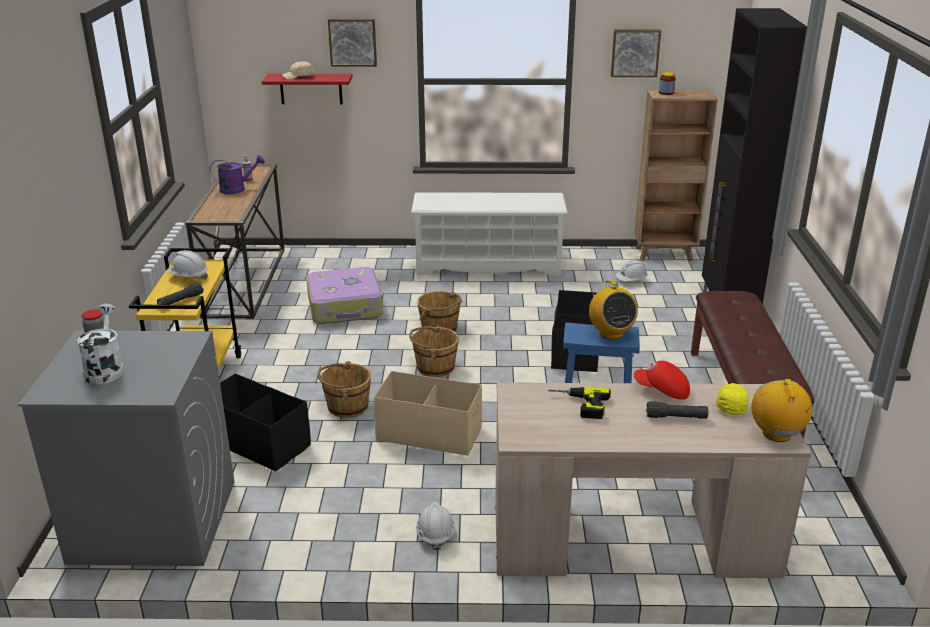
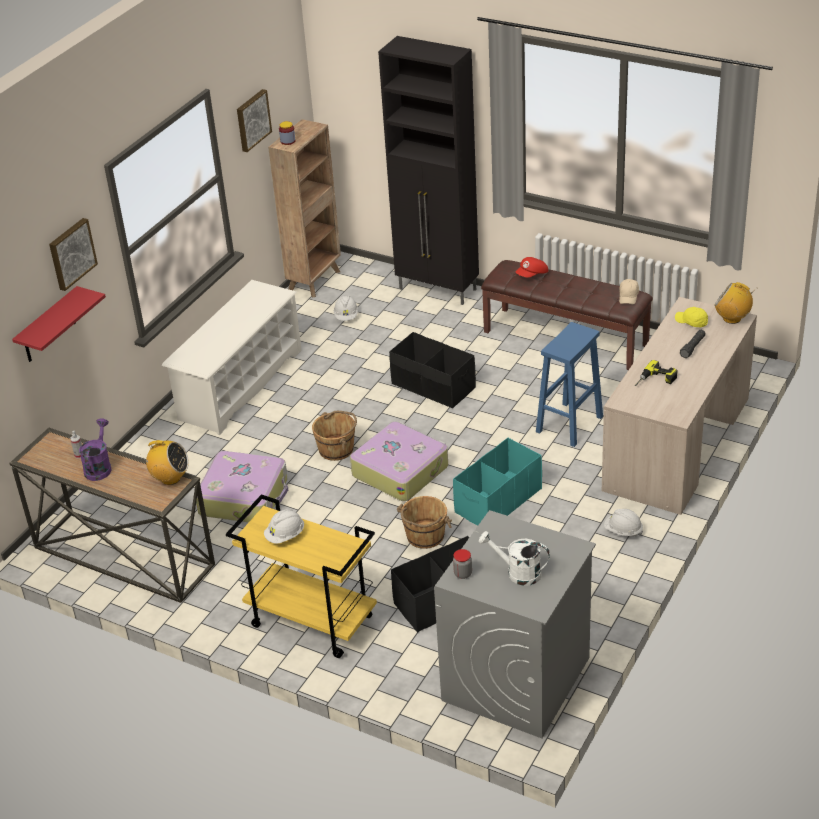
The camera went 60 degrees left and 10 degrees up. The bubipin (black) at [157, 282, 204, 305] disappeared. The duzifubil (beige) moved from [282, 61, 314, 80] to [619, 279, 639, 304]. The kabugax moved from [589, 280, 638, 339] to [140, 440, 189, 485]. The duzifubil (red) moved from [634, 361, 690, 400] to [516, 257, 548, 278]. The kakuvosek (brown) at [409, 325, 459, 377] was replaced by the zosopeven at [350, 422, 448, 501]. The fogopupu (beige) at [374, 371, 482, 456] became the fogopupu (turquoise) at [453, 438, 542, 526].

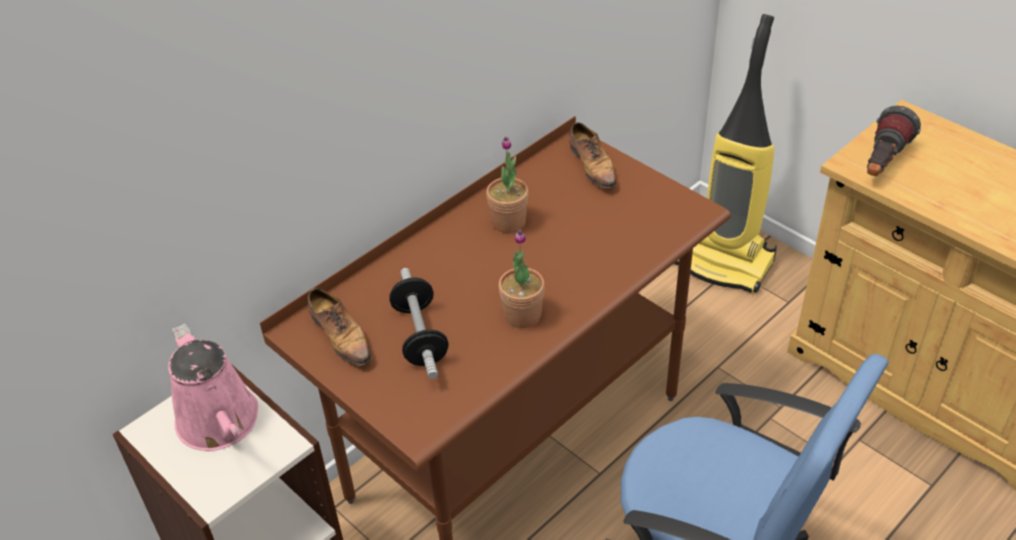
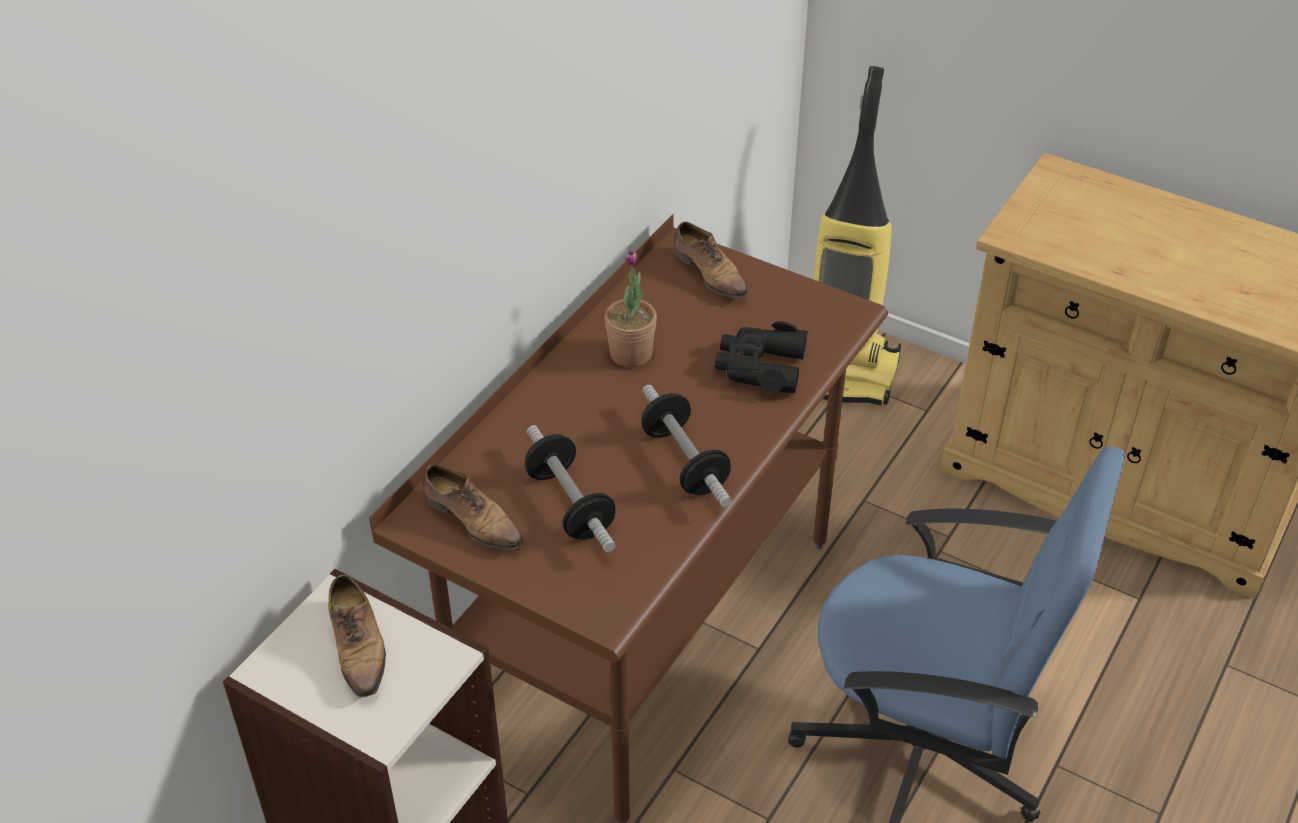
The camera went 15 degrees left and 0 degrees up. The bubipin at [867, 105, 921, 176] disappeared. The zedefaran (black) at [714, 321, 808, 394] appeared. The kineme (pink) at [168, 323, 258, 451] was replaced by the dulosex at [328, 575, 386, 698]. The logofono at [498, 229, 545, 328] was replaced by the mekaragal at [641, 385, 732, 507].

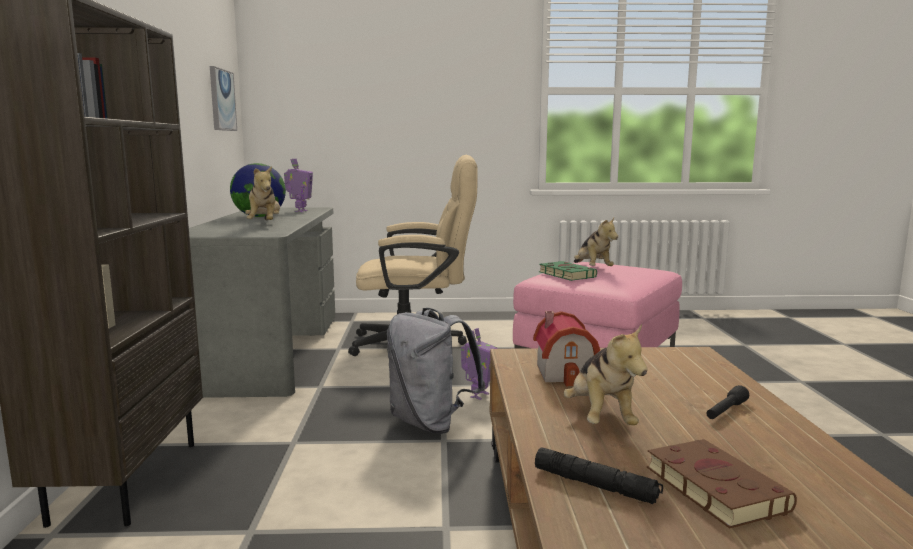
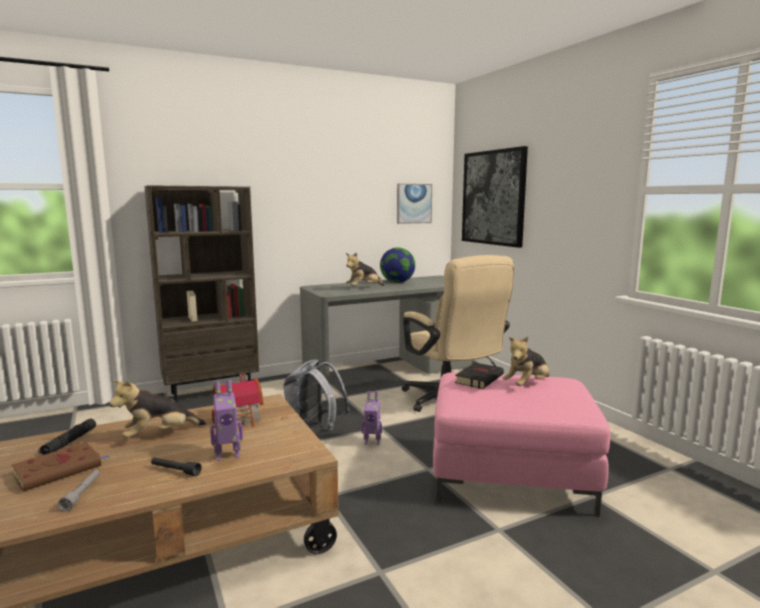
The camera went 65 degrees right and 0 degrees up. The bubipin (grey) at [58, 470, 100, 511] appeared. The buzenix at [462, 146, 528, 248] appeared. The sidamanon moved from [284, 159, 313, 212] to [210, 380, 243, 461]. The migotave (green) at [539, 261, 597, 281] became the migotave (black) at [455, 363, 504, 389].

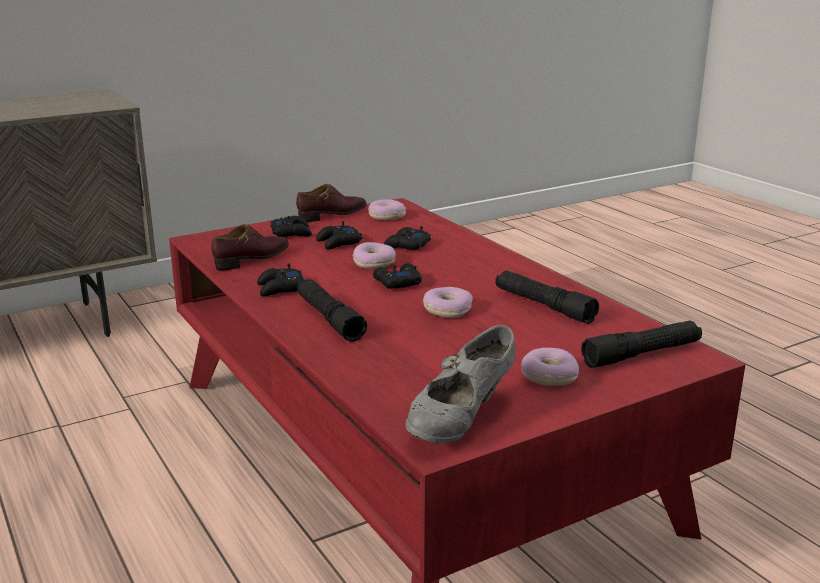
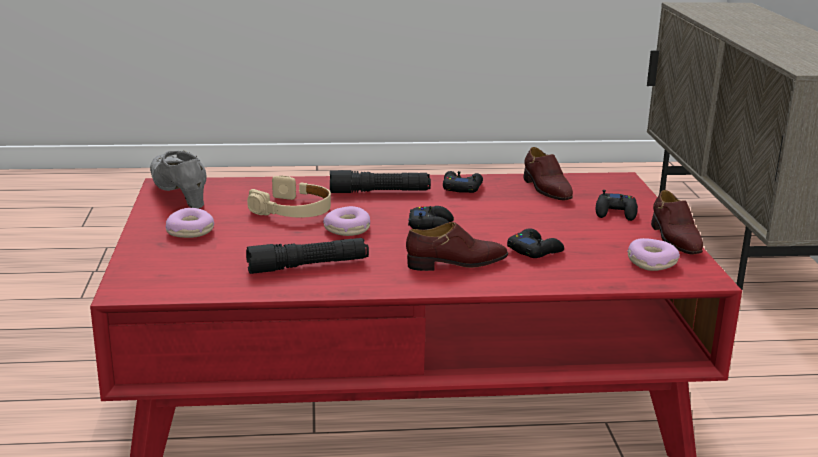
The camera went 115 degrees right and 0 degrees up. The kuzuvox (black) at [316, 221, 362, 249] disappeared. The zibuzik at [352, 242, 396, 269] disappeared. The bubipin (black) at [581, 320, 702, 368] disappeared. The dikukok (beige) at [247, 176, 331, 218] appeared. The dulosex (brown) at [406, 222, 508, 271] appeared.

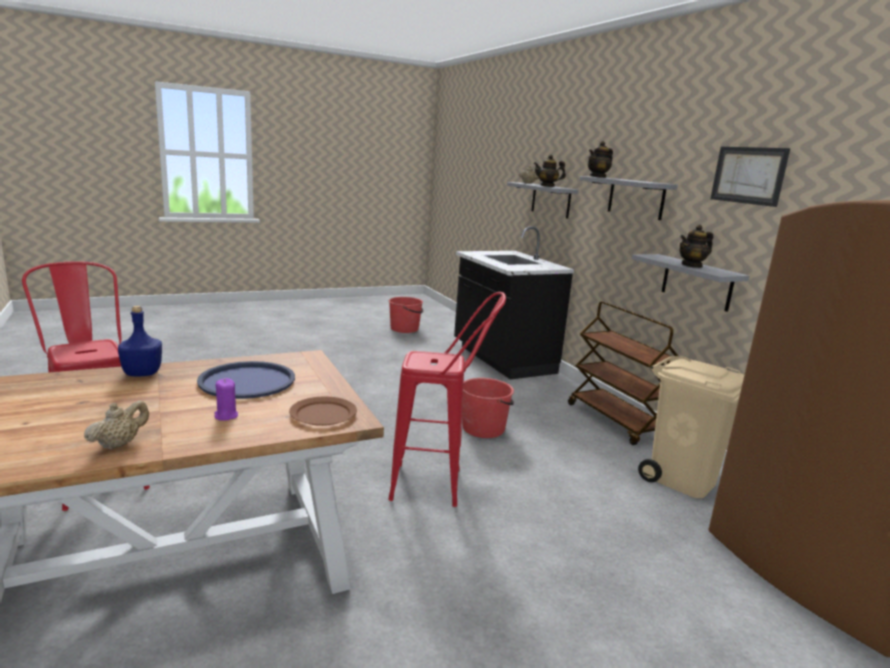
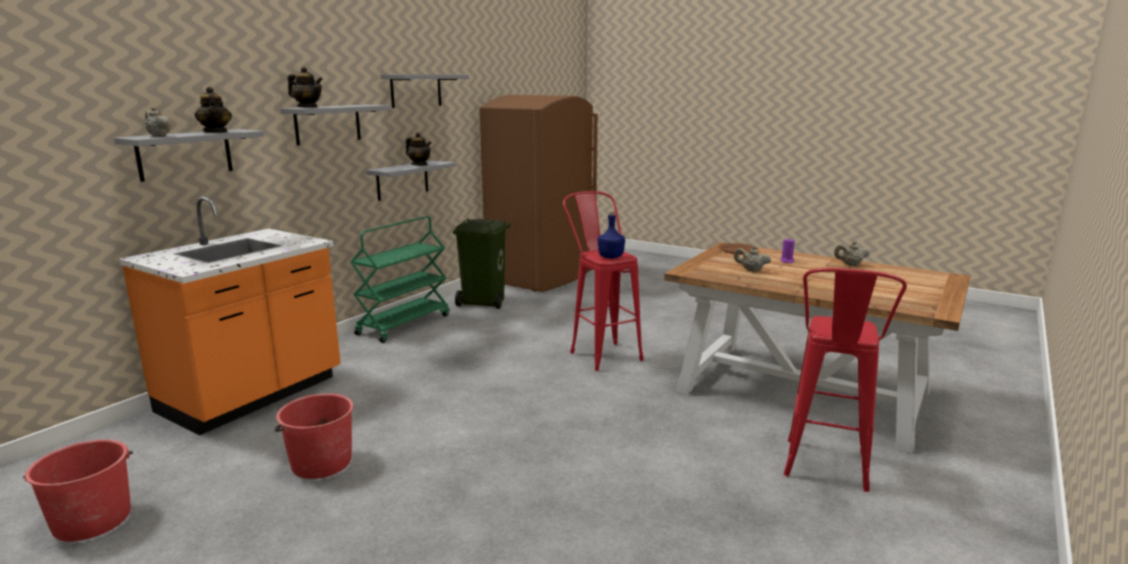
The camera went 120 degrees left and 0 degrees up. The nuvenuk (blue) moved from [118, 306, 162, 376] to [598, 211, 625, 259]. The kakuvosek (red) moved from [462, 378, 514, 438] to [275, 393, 354, 479]. The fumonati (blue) at [197, 361, 295, 399] was replaced by the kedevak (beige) at [734, 246, 771, 272]. The buzenix at [710, 147, 790, 207] was replaced by the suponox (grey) at [381, 74, 469, 108]. The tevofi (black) at [454, 226, 574, 380] became the tevofi (orange) at [119, 196, 341, 435]. The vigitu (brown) at [568, 301, 678, 445] became the vigitu (green) at [350, 216, 449, 343]. The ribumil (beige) at [638, 356, 744, 498] became the ribumil (green) at [453, 219, 510, 309].

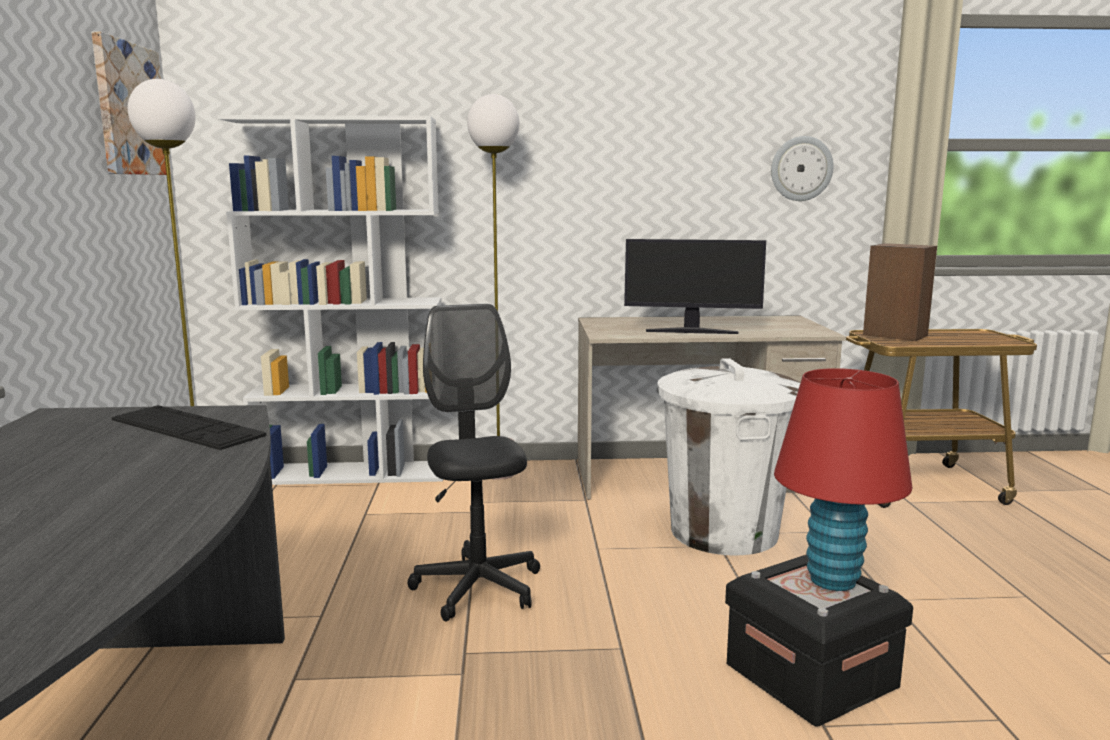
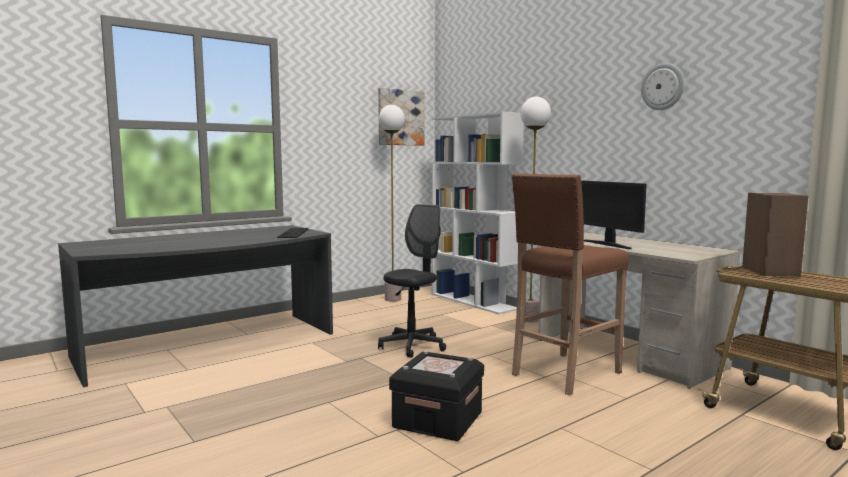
The camera went 55 degrees right and 5 degrees down. The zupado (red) at [774, 368, 912, 591] disappeared. The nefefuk moved from [771, 136, 833, 201] to [641, 63, 685, 110]. The ribumil (white) at [657, 358, 801, 555] was replaced by the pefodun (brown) at [512, 173, 629, 396].

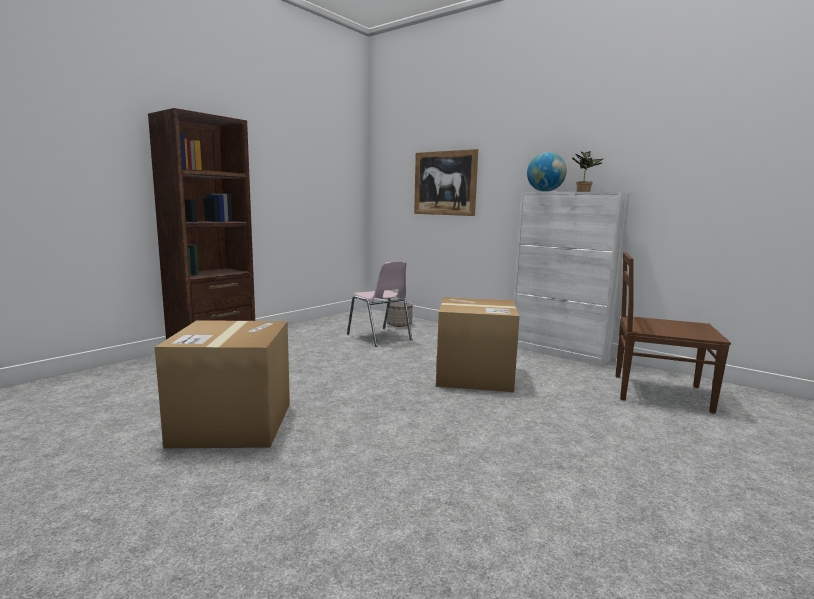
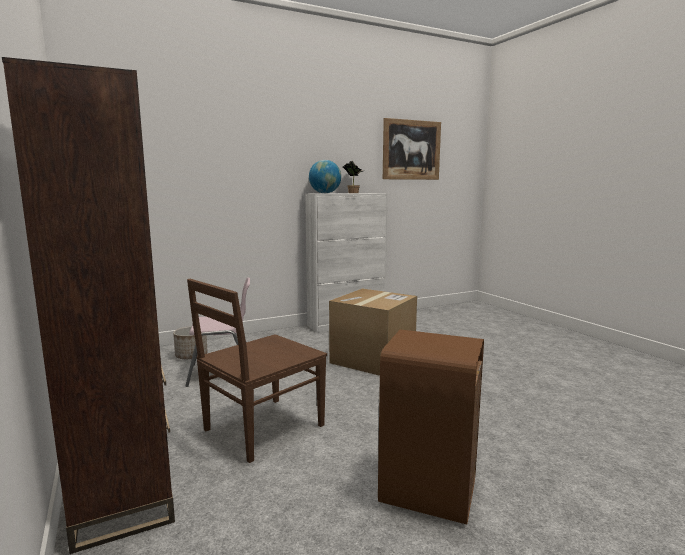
The camera went 65 degrees left and 0 degrees up. The buzenix moved from [414, 149, 478, 216] to [383, 118, 441, 180]. The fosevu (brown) moved from [616, 252, 731, 414] to [187, 279, 327, 463]. The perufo at [155, 320, 290, 448] was replaced by the ribumil (brown) at [378, 329, 484, 524].

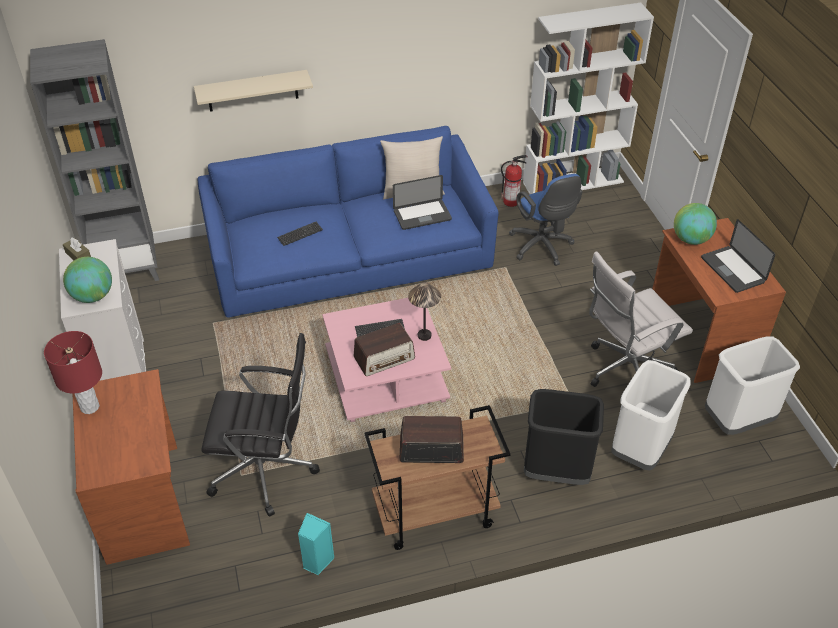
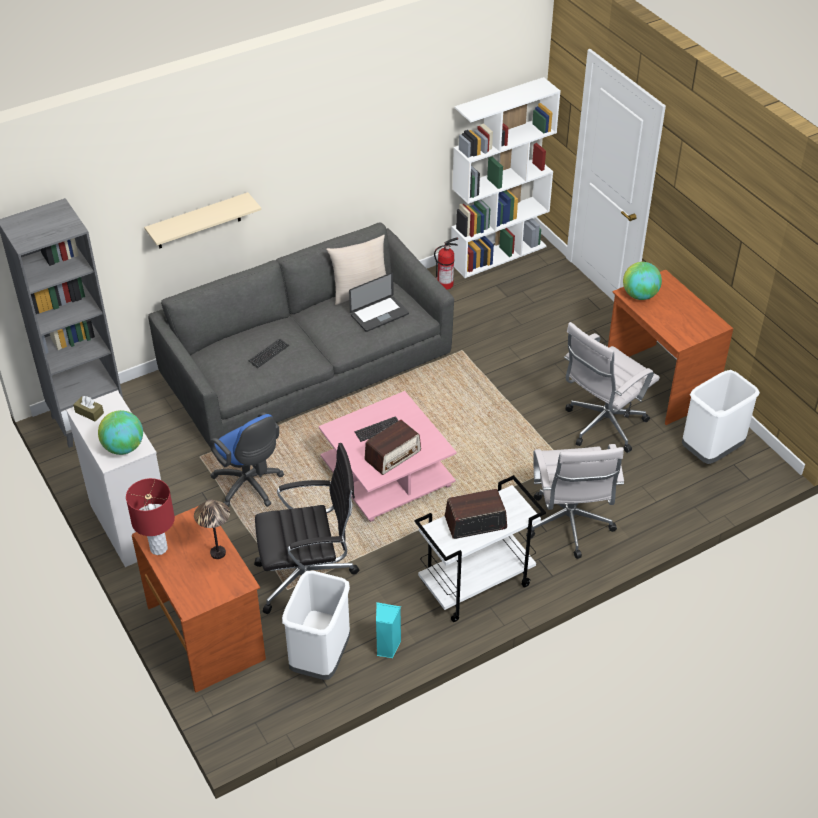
The camera went 15 degrees left and 0 degrees up. The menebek at [701, 219, 775, 293] disappeared. The zupado moved from [408, 282, 441, 341] to [194, 499, 230, 559]. The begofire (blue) moved from [509, 174, 582, 266] to [210, 412, 284, 507]. The ribumil (white) moved from [612, 360, 691, 470] to [282, 571, 350, 680]. The ribumil (black) at [524, 389, 604, 485] was replaced by the begofire (white) at [526, 444, 624, 559]. The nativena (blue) at [198, 126, 499, 318] became the nativena (grey) at [148, 222, 454, 446]. The vigitu (brown) at [364, 405, 511, 550] became the vigitu (white) at [415, 475, 546, 622].

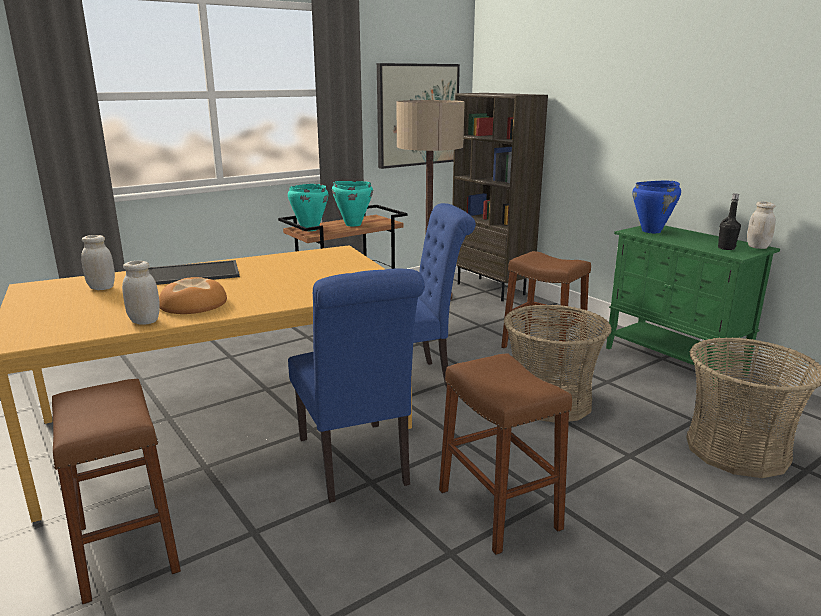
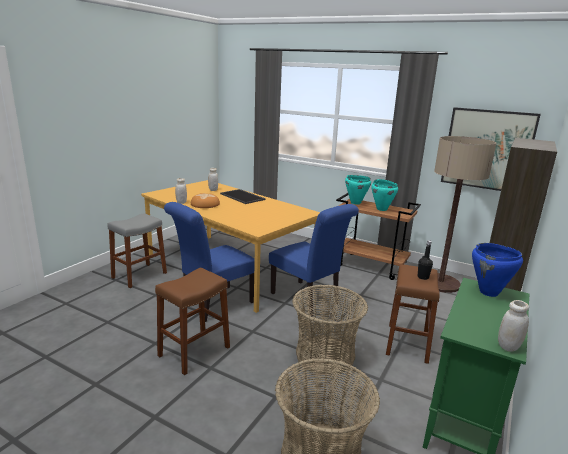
The camera went 65 degrees right and 0 degrees up. The nuvenuk (black) moved from [718, 194, 741, 250] to [418, 240, 433, 280]. The pefodun (brown) at [52, 379, 181, 604] became the pefodun (grey) at [108, 213, 167, 288].

